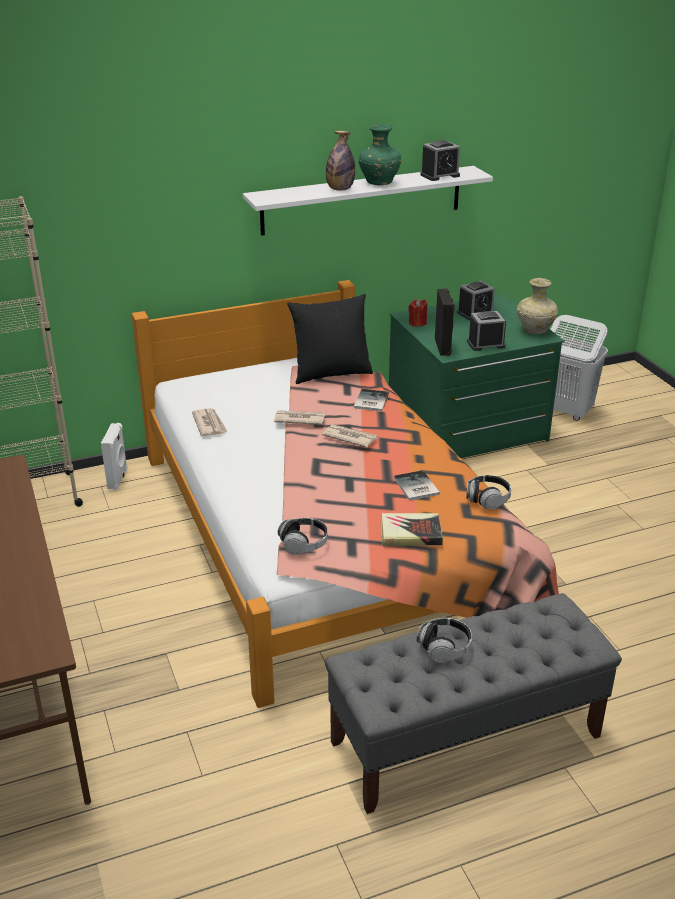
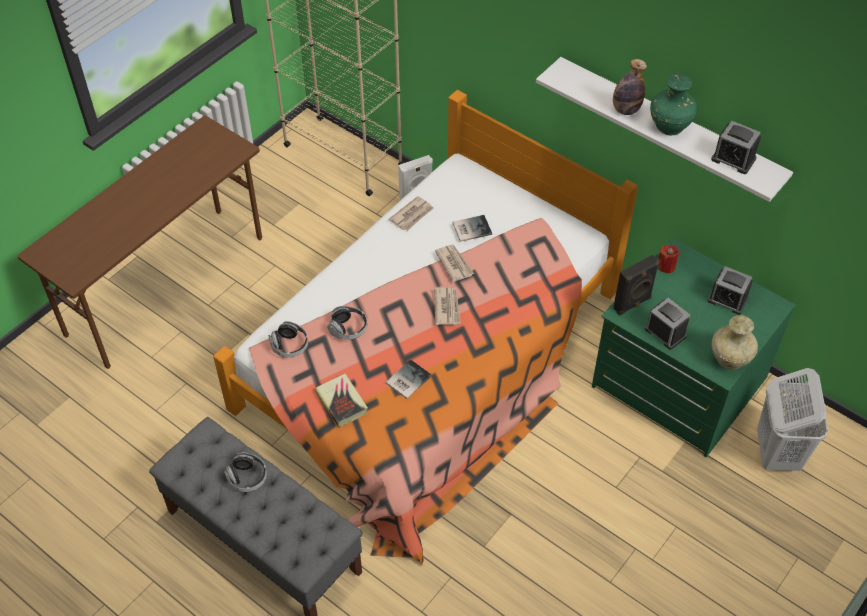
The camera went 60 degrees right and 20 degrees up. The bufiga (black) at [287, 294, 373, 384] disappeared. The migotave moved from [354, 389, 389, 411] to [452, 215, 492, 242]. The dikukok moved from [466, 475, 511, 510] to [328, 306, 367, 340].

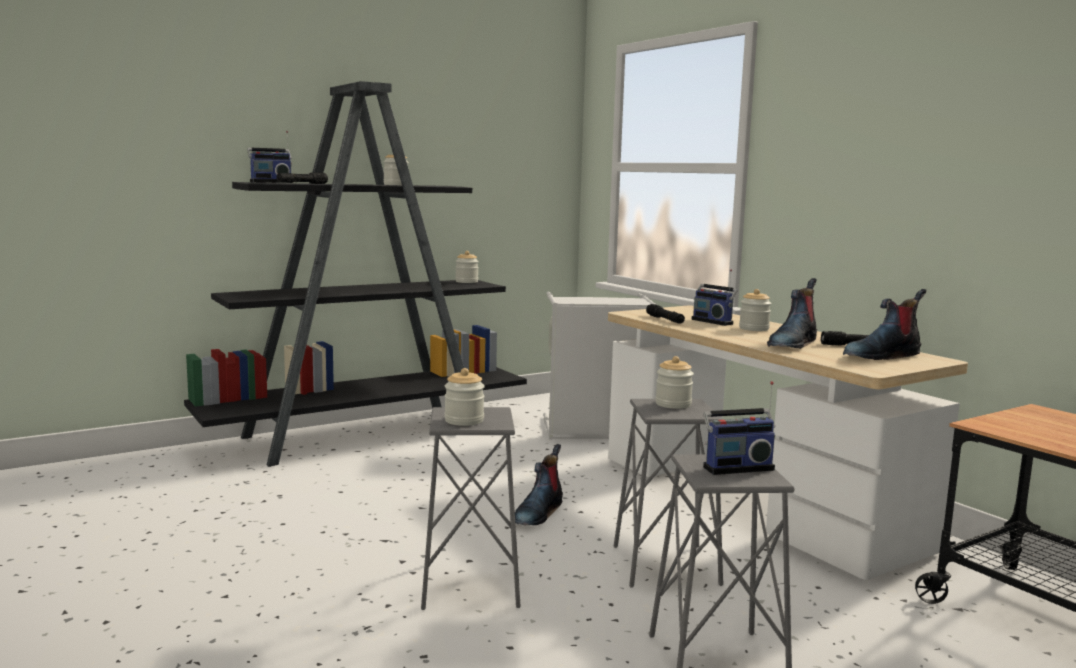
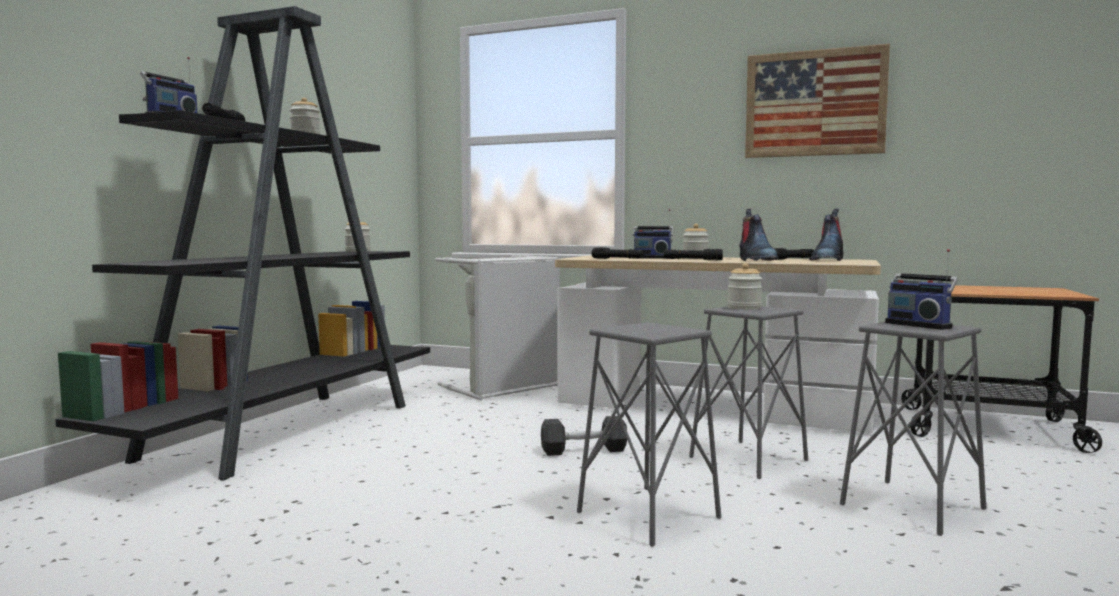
The camera went 35 degrees left and 5 degrees down. The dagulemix at [444, 368, 485, 426] disappeared. The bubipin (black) at [664, 249, 723, 260] appeared. The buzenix at [745, 44, 890, 158] appeared. The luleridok at [515, 444, 563, 525] was replaced by the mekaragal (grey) at [541, 416, 627, 456]. The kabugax at [703, 381, 775, 475] turned 105 degrees clockwise.

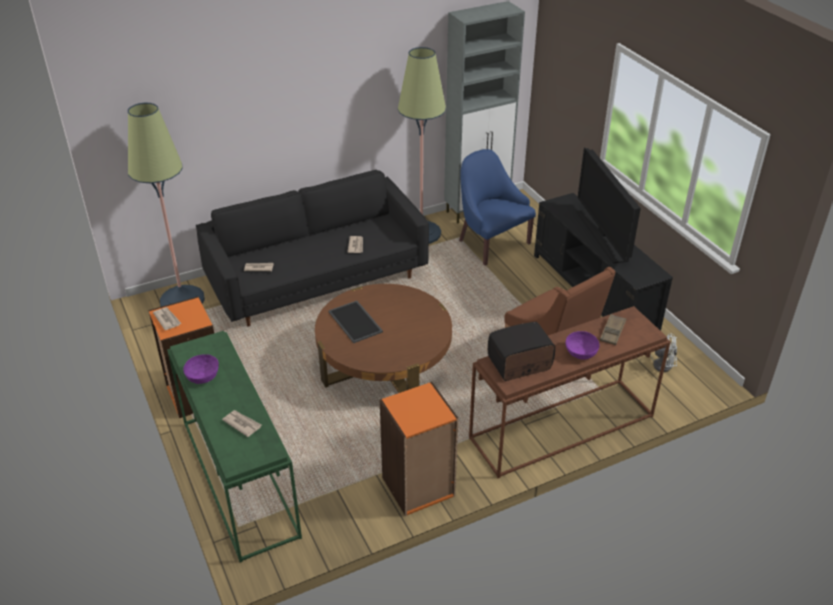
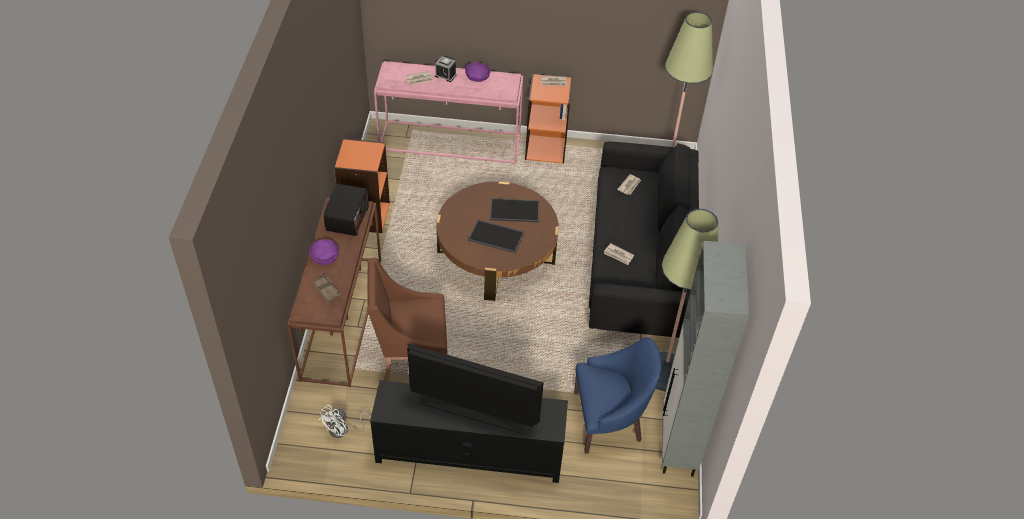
The camera went 120 degrees right and 10 degrees up. The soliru at [434, 56, 457, 82] appeared. The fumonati at [468, 219, 525, 253] appeared. The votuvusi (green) at [167, 331, 302, 562] became the votuvusi (pink) at [374, 61, 523, 164].

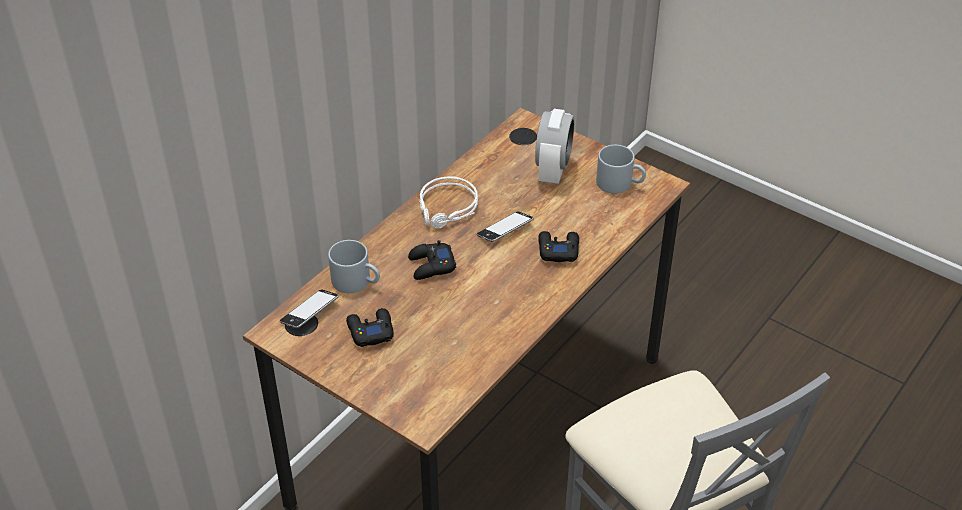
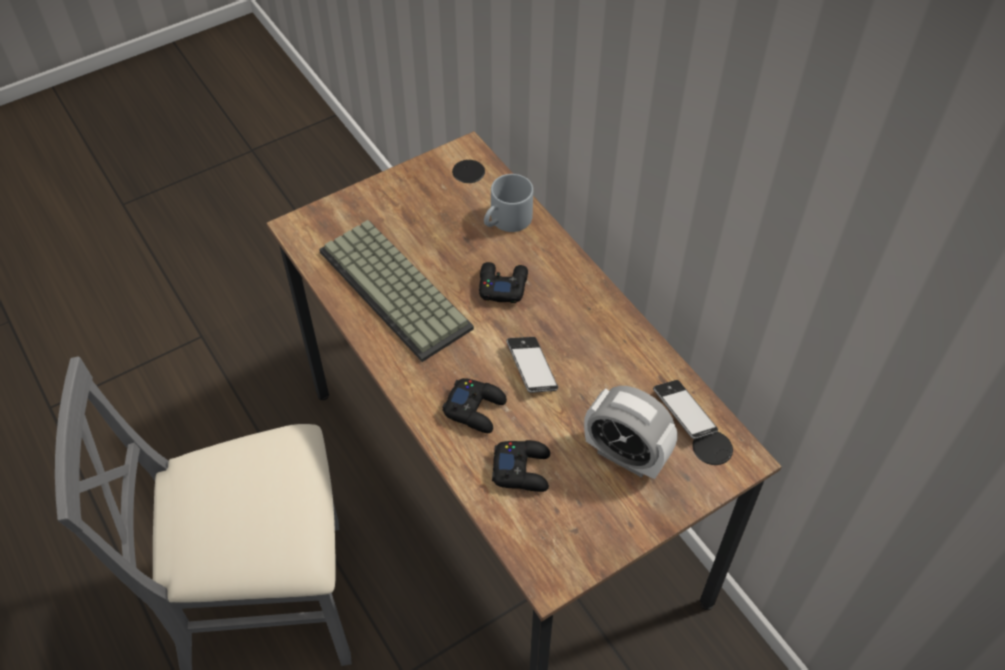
The camera went 110 degrees right and 10 degrees up. The dikukok (white) at [418, 176, 478, 228] disappeared. The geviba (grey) at [596, 145, 646, 194] disappeared. The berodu at [319, 220, 474, 362] appeared. The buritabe moved from [280, 289, 339, 328] to [653, 380, 718, 439]. The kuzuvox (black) moved from [346, 308, 394, 347] to [492, 440, 550, 492].

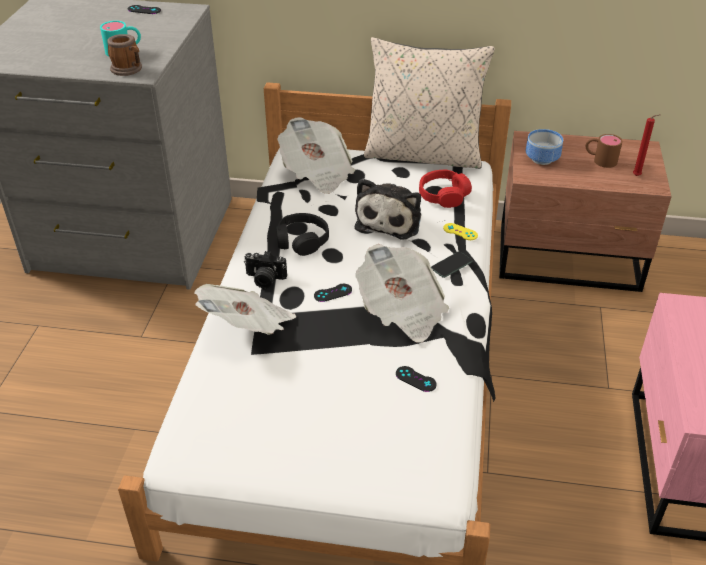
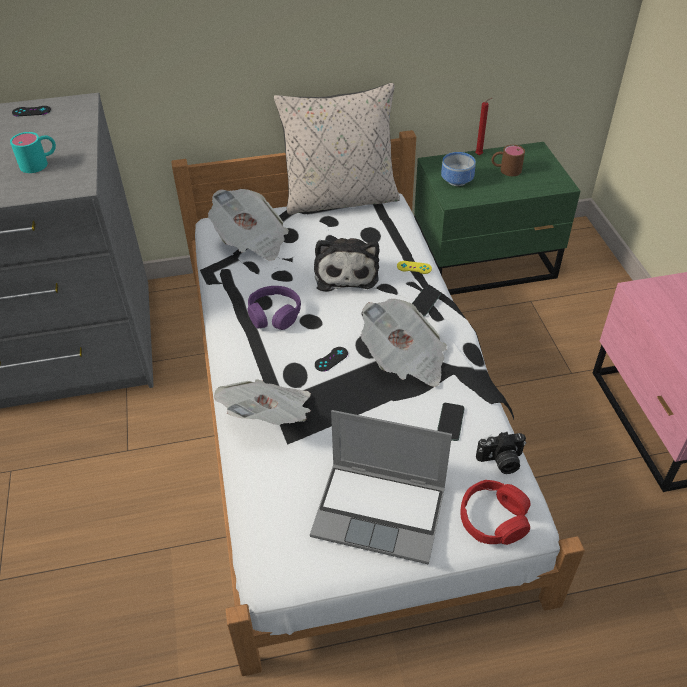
The camera went 20 degrees left and 5 degrees up. The geviba at [107, 34, 142, 76] disappeared. The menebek at [310, 410, 452, 564] appeared. The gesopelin moved from [244, 251, 287, 288] to [476, 432, 526, 474]. The dikukok (red) moved from [419, 170, 472, 208] to [460, 480, 531, 545]. The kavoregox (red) moved from [633, 114, 661, 176] to [475, 98, 492, 155]. The kuzuvox (black) at [396, 366, 437, 392] was replaced by the buritabe at [437, 403, 465, 441]. The dikukok (black) at [276, 213, 329, 256] became the dikukok (purple) at [248, 286, 301, 330]. The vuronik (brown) at [499, 131, 672, 292] became the vuronik (green) at [414, 142, 581, 295].

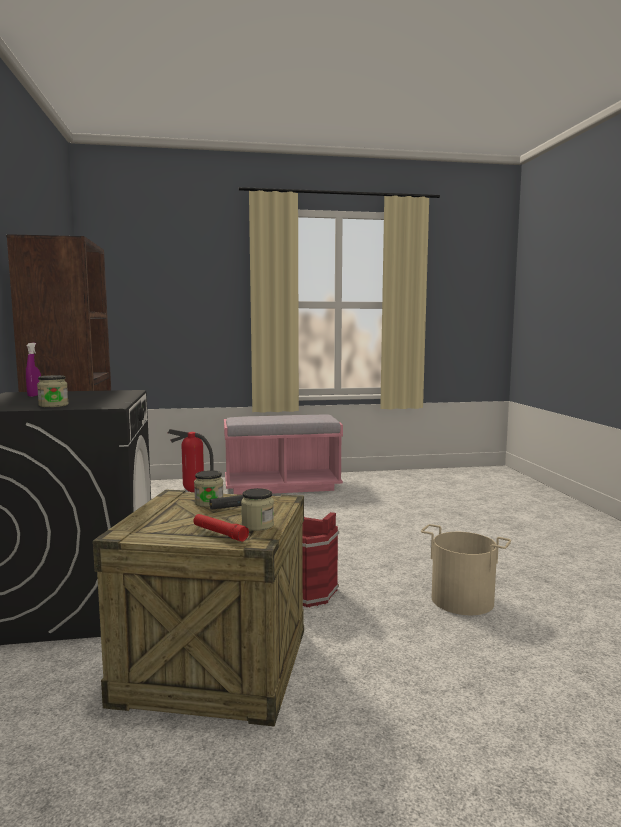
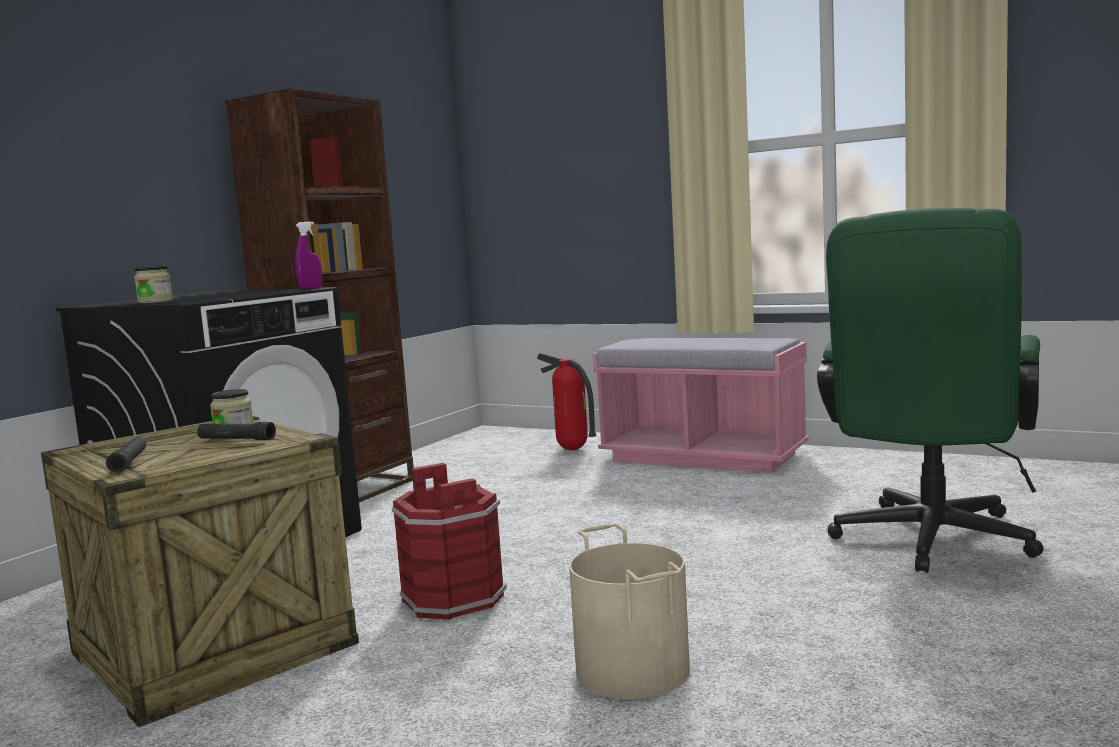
The camera went 40 degrees right and 0 degrees up. The dagulemix at [241, 488, 274, 531] disappeared. The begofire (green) at [817, 208, 1044, 573] appeared. The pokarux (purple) moved from [26, 343, 41, 397] to [295, 221, 322, 290]. The bubipin (red) at [194, 514, 249, 542] became the bubipin (black) at [106, 437, 147, 473].

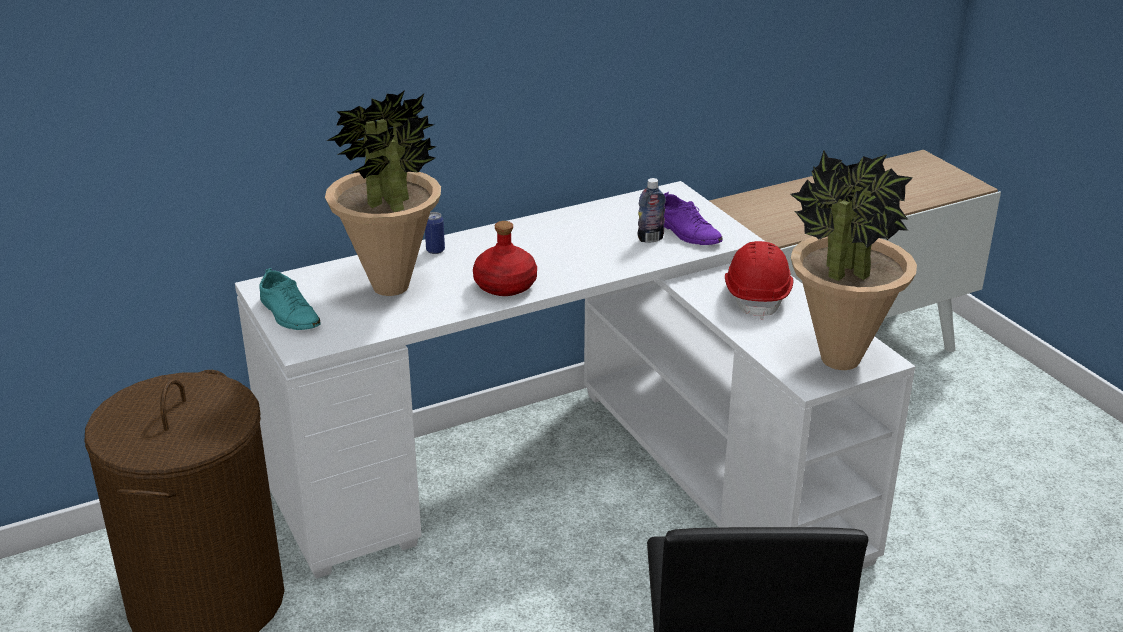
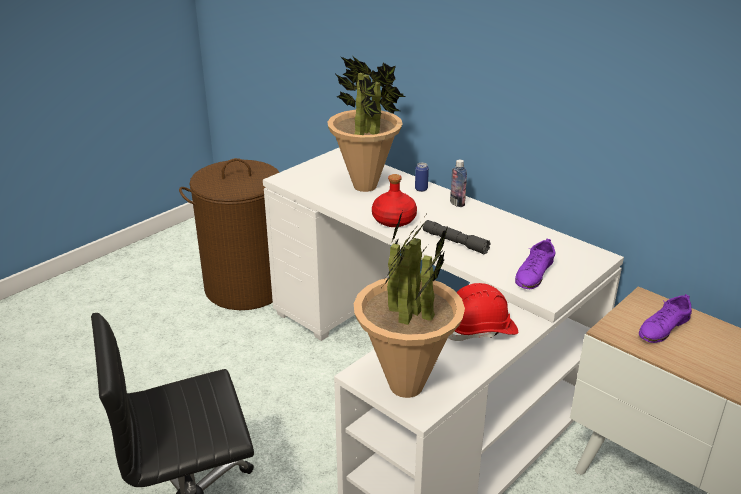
The camera went 70 degrees right and 0 degrees up. The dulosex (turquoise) at [259, 268, 321, 330] disappeared. The bubipin (grey) at [423, 220, 491, 255] appeared. The dulosex (purple) at [639, 294, 692, 343] appeared. The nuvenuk moved from [638, 178, 666, 243] to [450, 160, 467, 207].

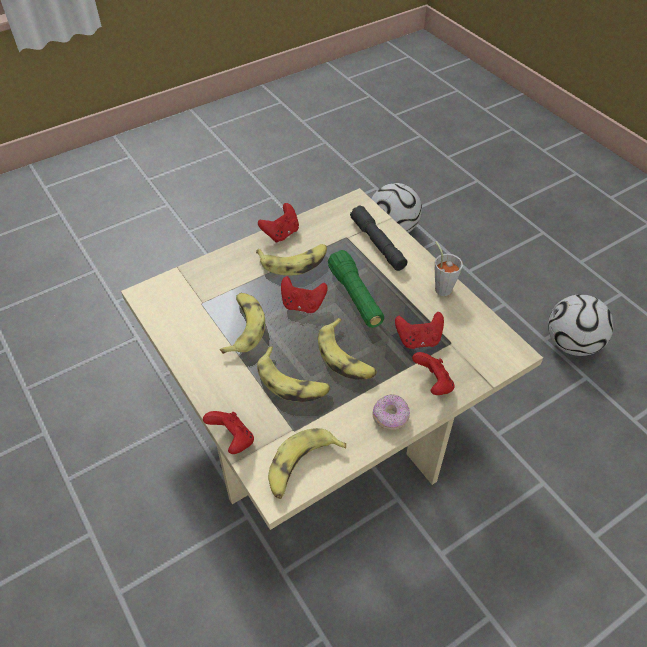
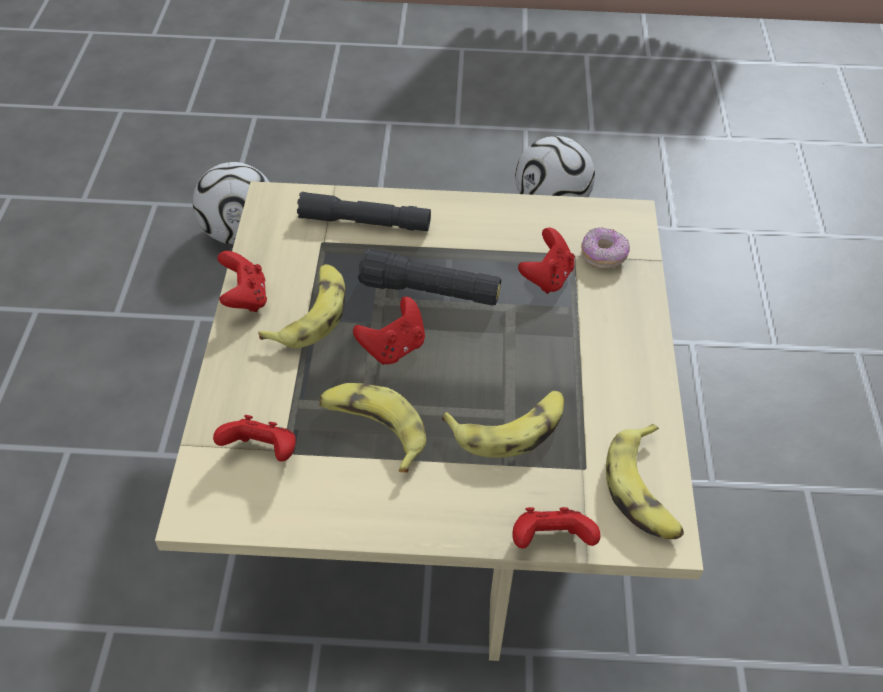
The camera went 55 degrees left and 0 degrees up. The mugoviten at [318, 318, 377, 380] disappeared. The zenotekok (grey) at [435, 241, 463, 296] disappeared. The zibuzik moved from [372, 394, 410, 430] to [581, 227, 630, 269]. The kuzuvox (red) moved from [412, 352, 455, 395] to [213, 415, 296, 461]. The bubipin (green) at [328, 250, 384, 328] became the bubipin (black) at [358, 248, 501, 306].

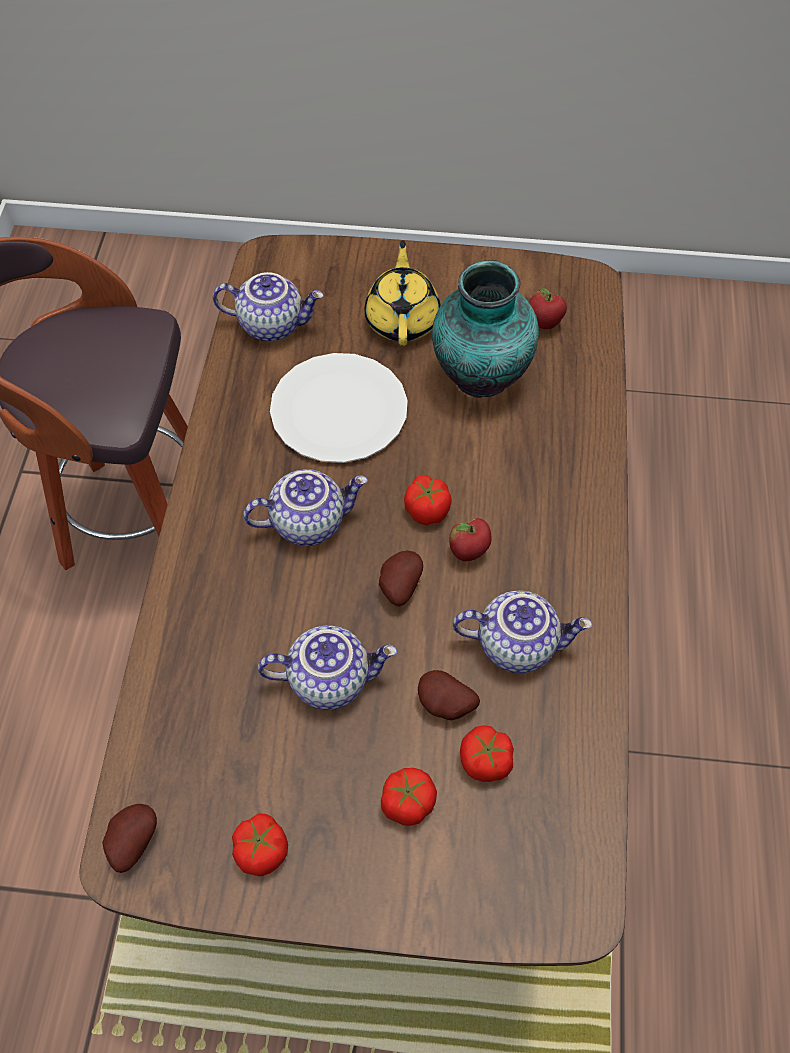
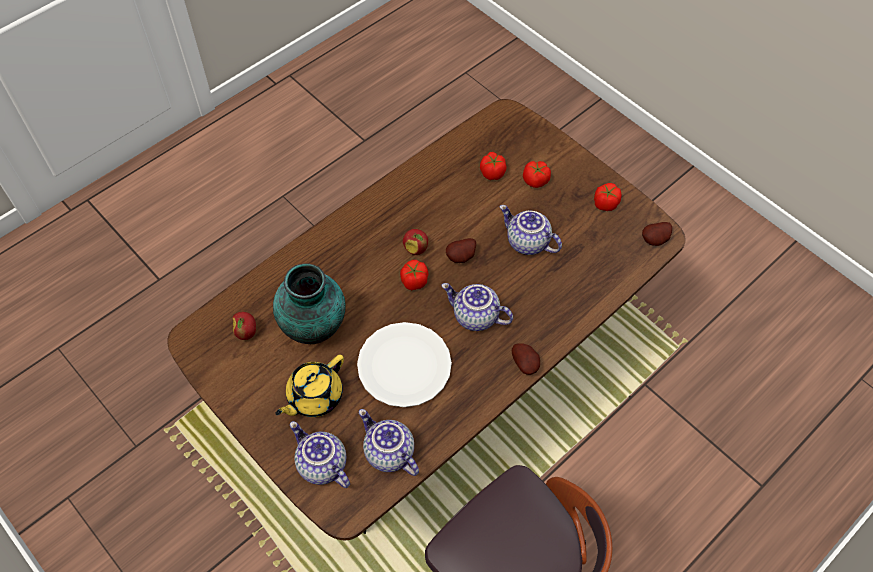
The camera went 140 degrees left and 0 degrees up. The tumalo moved from [418, 670, 480, 720] to [512, 343, 540, 375]. The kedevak moved from [453, 591, 592, 673] to [290, 421, 350, 488].

